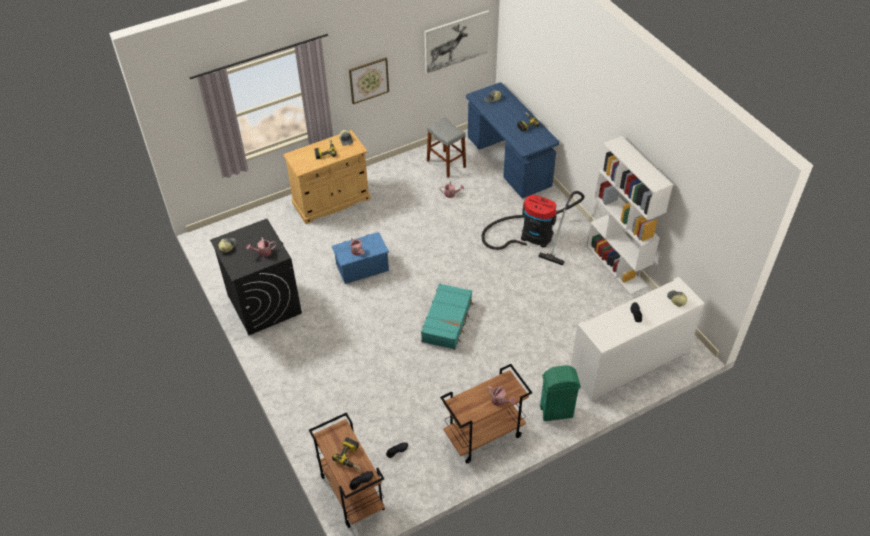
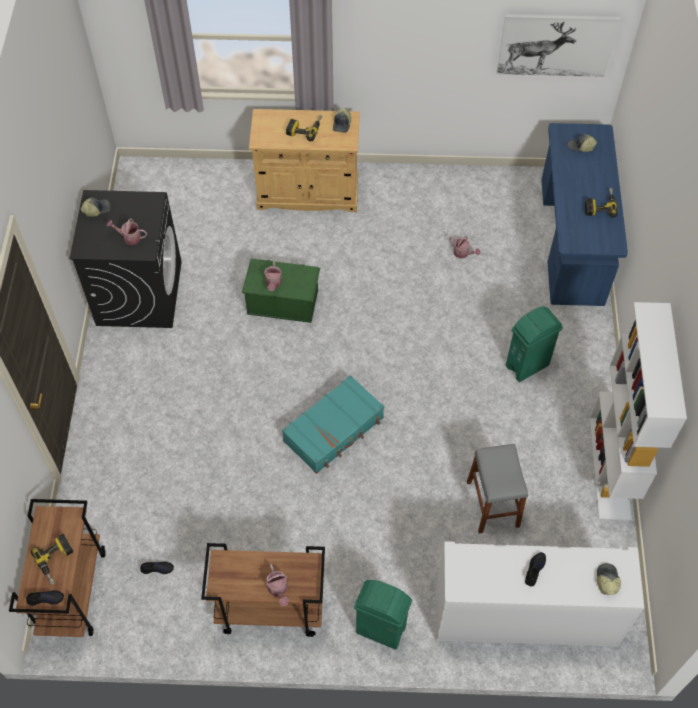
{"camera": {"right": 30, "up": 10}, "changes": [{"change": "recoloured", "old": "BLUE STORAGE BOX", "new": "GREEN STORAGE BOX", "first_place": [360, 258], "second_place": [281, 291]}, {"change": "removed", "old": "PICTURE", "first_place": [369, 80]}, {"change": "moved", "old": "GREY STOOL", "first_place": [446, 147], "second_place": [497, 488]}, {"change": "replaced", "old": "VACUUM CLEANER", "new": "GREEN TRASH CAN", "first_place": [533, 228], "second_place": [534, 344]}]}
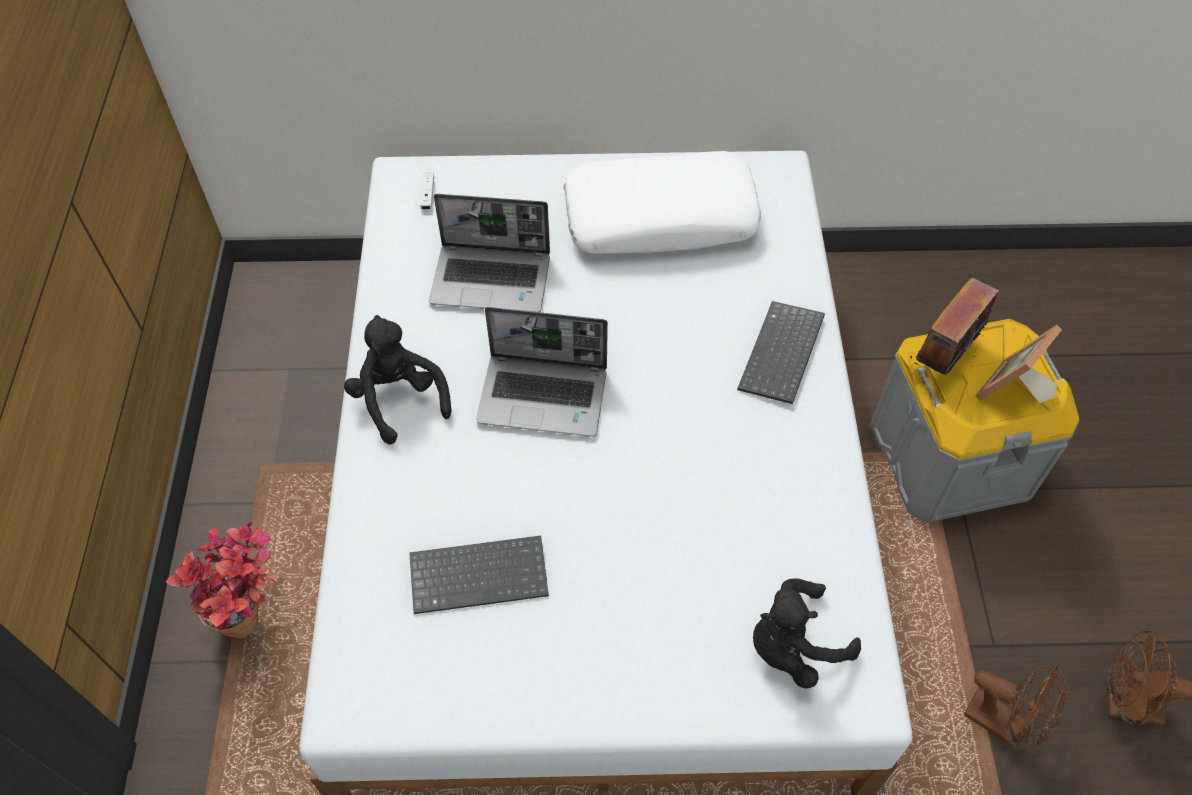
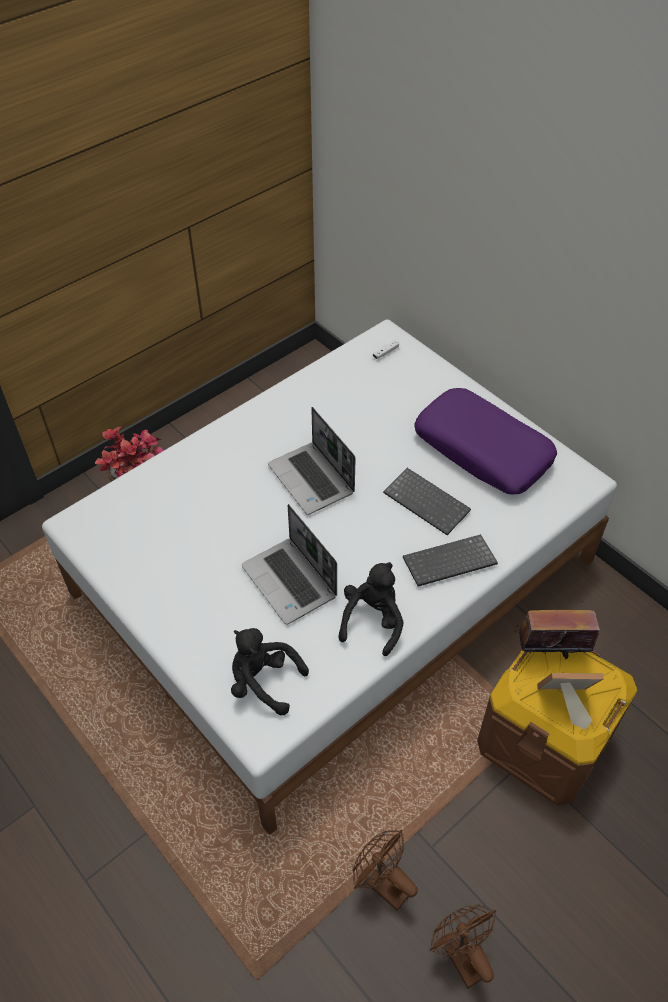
{"camera": {"right": 50, "up": -5}, "changes": [{"change": "moved", "old": "BLACK PLUSH TOY", "first_place": [397, 379], "second_place": [371, 609]}, {"change": "moved", "old": "KEYBOARD", "first_place": [479, 575], "second_place": [427, 501]}, {"change": "moved", "old": "LAPTOP", "first_place": [489, 253], "second_place": [289, 564]}, {"change": "recoloured", "old": "WHITE PILLOW", "new": "PURPLE PILLOW", "first_place": [662, 202], "second_place": [485, 441]}, {"change": "recoloured", "old": "GREY STORAGE BOX", "new": "BROWN STORAGE BOX", "first_place": [974, 421], "second_place": [557, 727]}, {"change": "turned", "old": "BROWN FAN", "first_place": [1015, 707], "second_place": [385, 870], "degrees": 135}]}
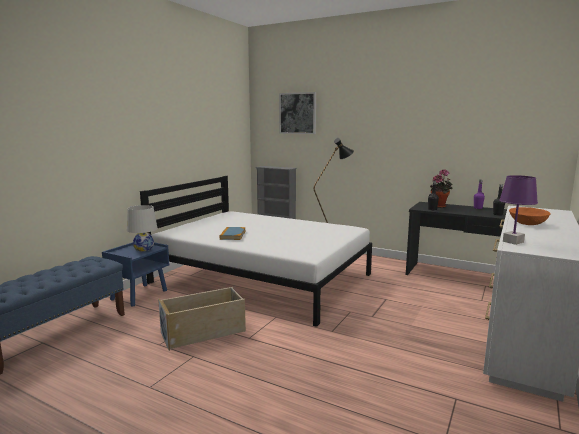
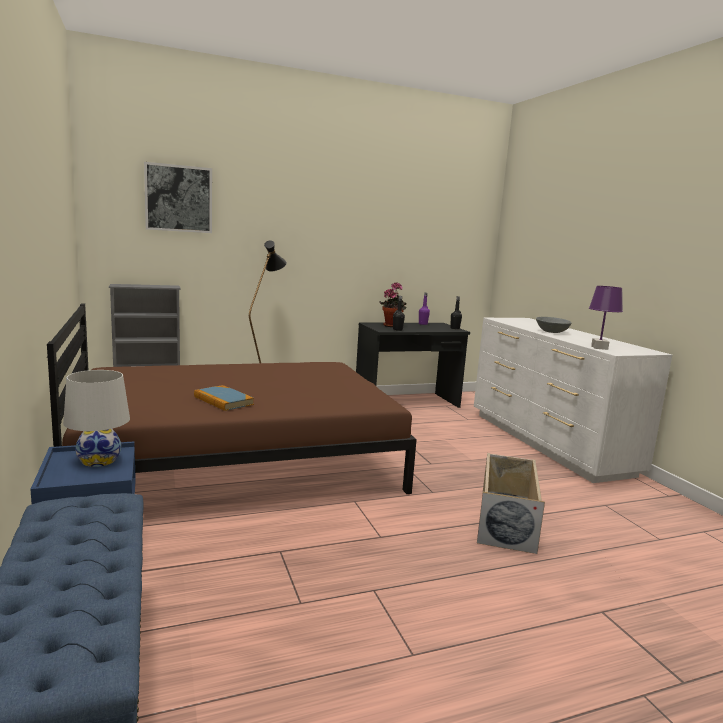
{"camera": {"right": -50, "up": 0}, "changes": [{"change": "recoloured", "old": "WHITE BED", "new": "BROWN BED", "first_place": [256, 251], "second_place": [232, 398]}, {"change": "moved", "old": "BEIGE STORAGE BOX", "first_place": [202, 319], "second_place": [511, 503]}, {"change": "recoloured", "old": "ORANGE BOWL", "new": "GREY BOWL", "first_place": [530, 216], "second_place": [554, 325]}]}
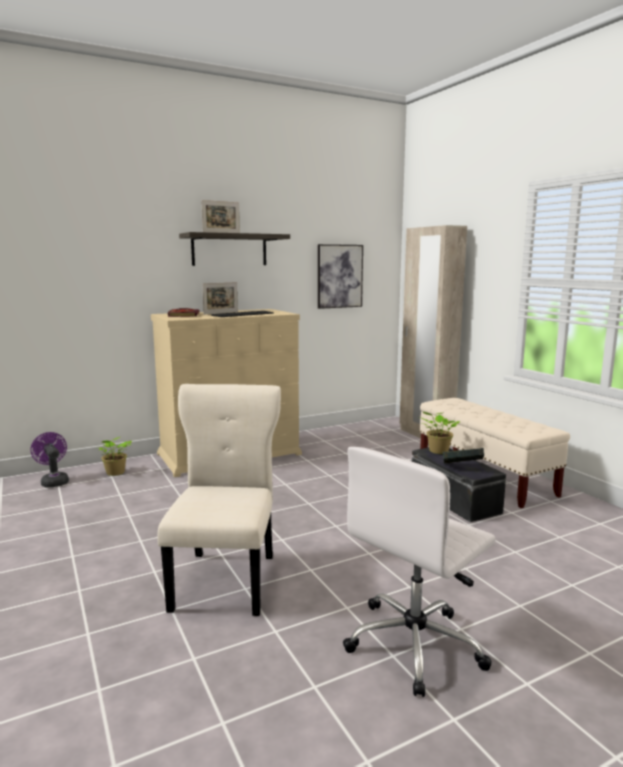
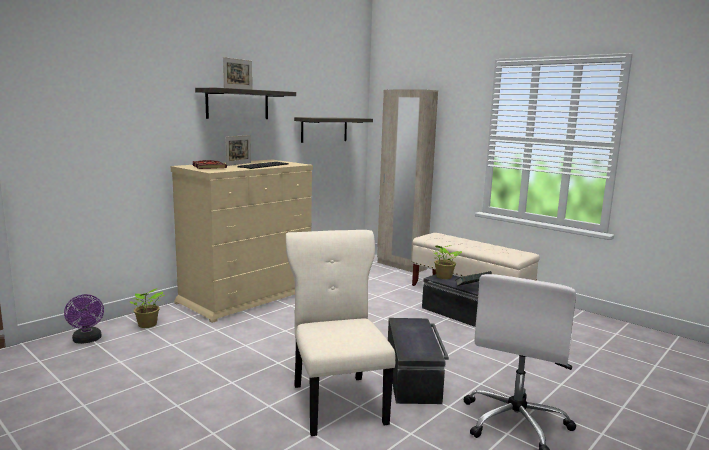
{"camera": {"right": -20, "up": 0}, "changes": [{"change": "turned", "old": "PURPLE FAN", "first_place": [50, 460], "second_place": [84, 319], "degrees": -150}, {"change": "replaced", "old": "PICTURE", "new": "SHELF", "first_place": [340, 276], "second_place": [333, 130]}, {"change": "added", "new": "BLACK STORAGE BOX", "second_place": [418, 361]}]}
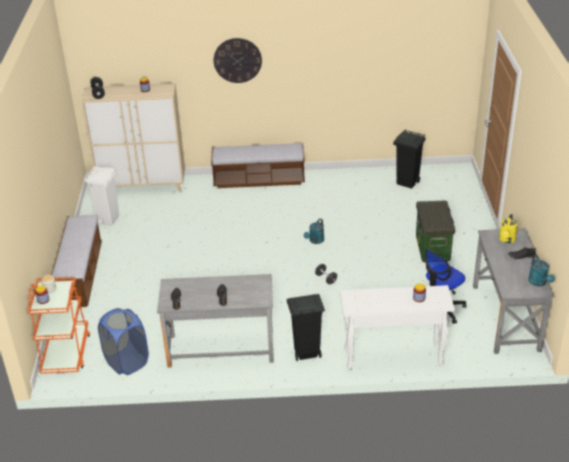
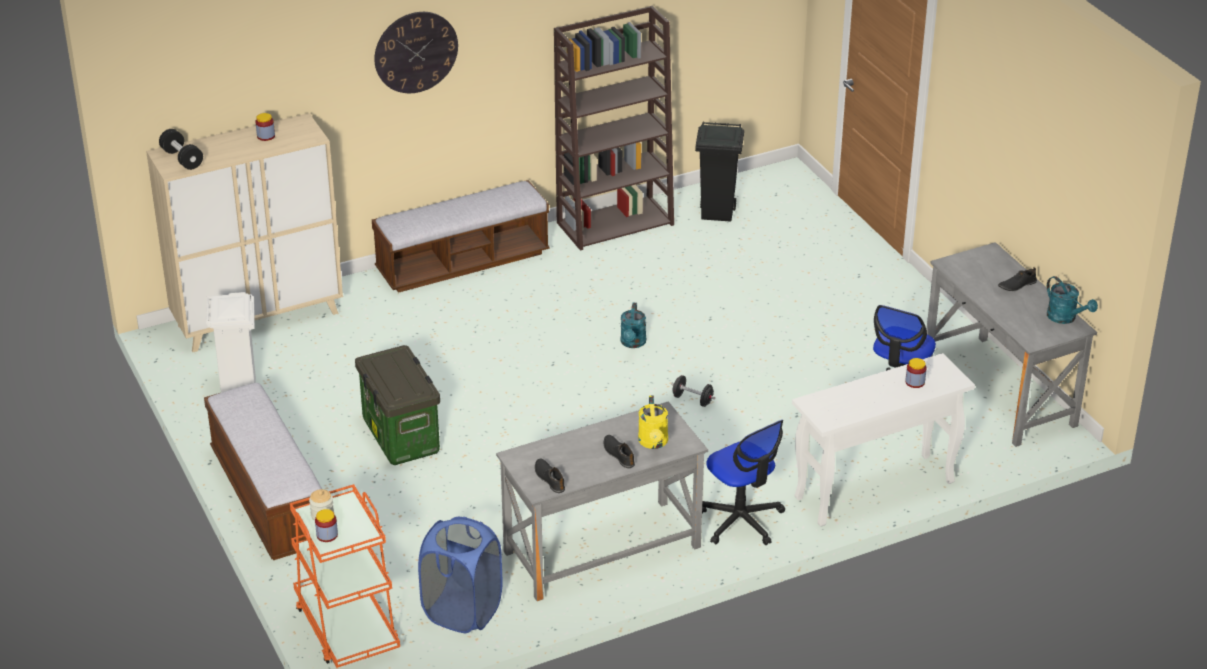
{"camera": {"right": -25, "up": 0}, "changes": [{"change": "replaced", "old": "BLACK TRASH CAN", "new": "OFFICE CHAIR", "first_place": [306, 327], "second_place": [743, 482]}, {"change": "moved", "old": "STORAGE BOX", "first_place": [435, 231], "second_place": [397, 405]}, {"change": "moved", "old": "YELLOW WATERING CAN", "first_place": [508, 228], "second_place": [653, 422]}, {"change": "added", "new": "BROWN BOOKCASE", "second_place": [614, 128]}]}
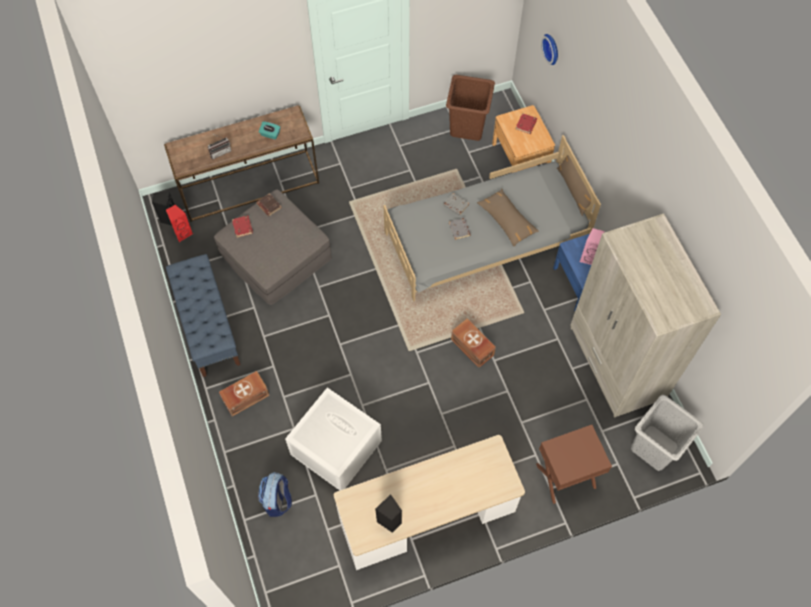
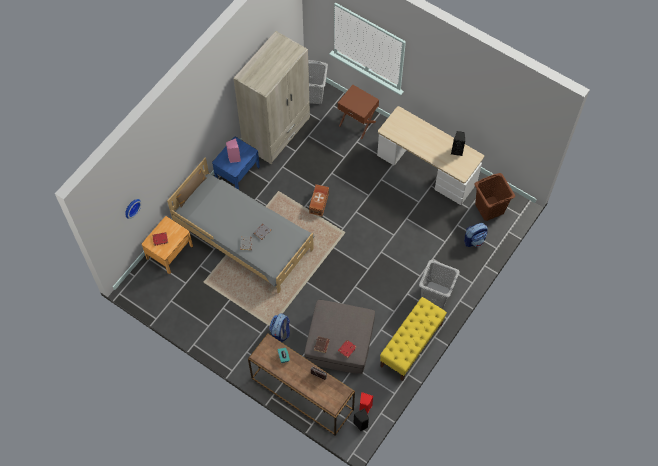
{"camera": {"right": -125, "up": 0}, "changes": [{"change": "recoloured", "old": "BLUE BENCH", "new": "YELLOW BENCH", "first_place": [203, 315], "second_place": [413, 339]}, {"change": "replaced", "old": "BROWN STORAGE BOX", "new": "GREY LAUNDRY BASKET", "first_place": [244, 393], "second_place": [439, 284]}, {"change": "removed", "old": "WHITE STORAGE BOX", "first_place": [333, 438]}, {"change": "moved", "old": "BROWN LAUNDRY BASKET", "first_place": [470, 108], "second_place": [495, 197]}, {"change": "removed", "old": "BROWN PILLOW", "first_place": [508, 218]}, {"change": "added", "new": "BACKPACK", "second_place": [279, 327]}]}
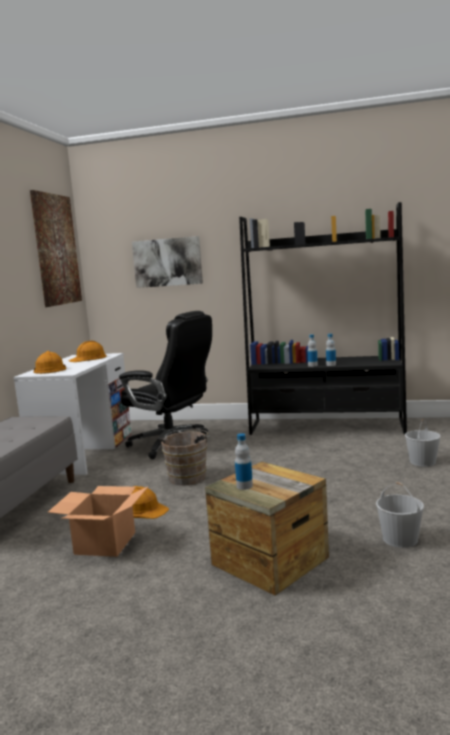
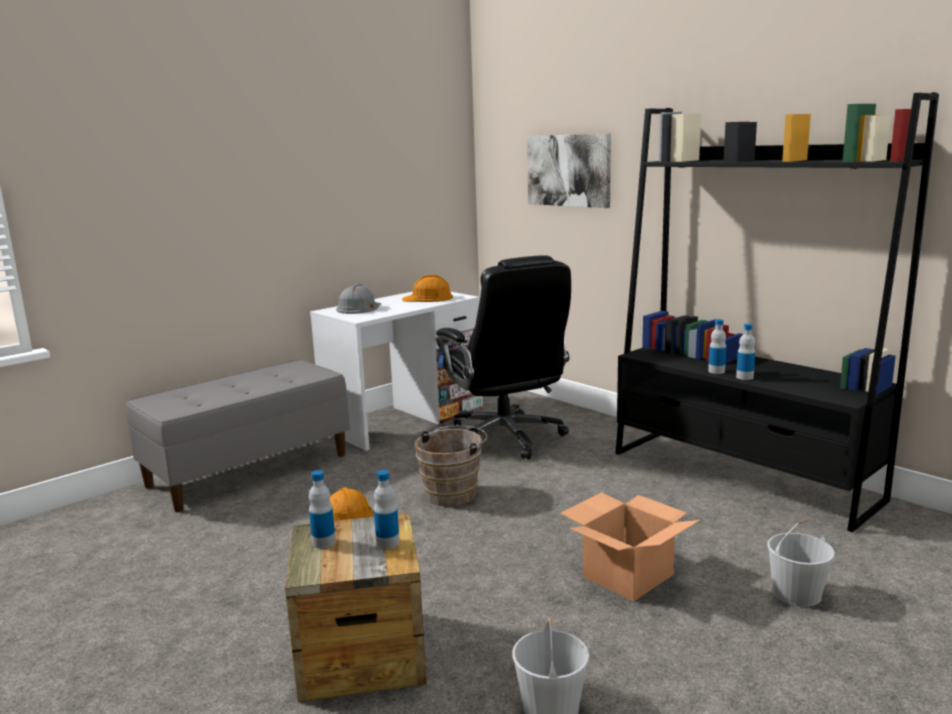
{"camera": {"right": 35, "up": 5}, "changes": [{"change": "removed", "old": "PICTURE", "first_place": [56, 248]}, {"change": "recoloured", "old": "ORANGE HARD HAT", "new": "GREY HARD HAT", "first_place": [50, 362], "second_place": [358, 299]}, {"change": "moved", "old": "CARDBOARD BOX", "first_place": [98, 521], "second_place": [630, 546]}, {"change": "added", "new": "BOTTLE", "second_place": [387, 509]}]}
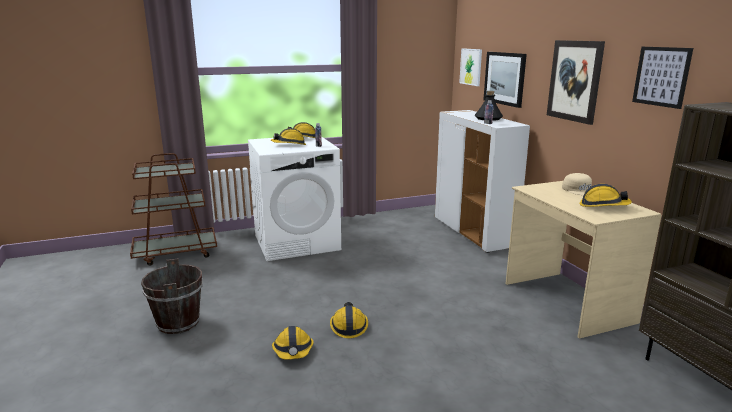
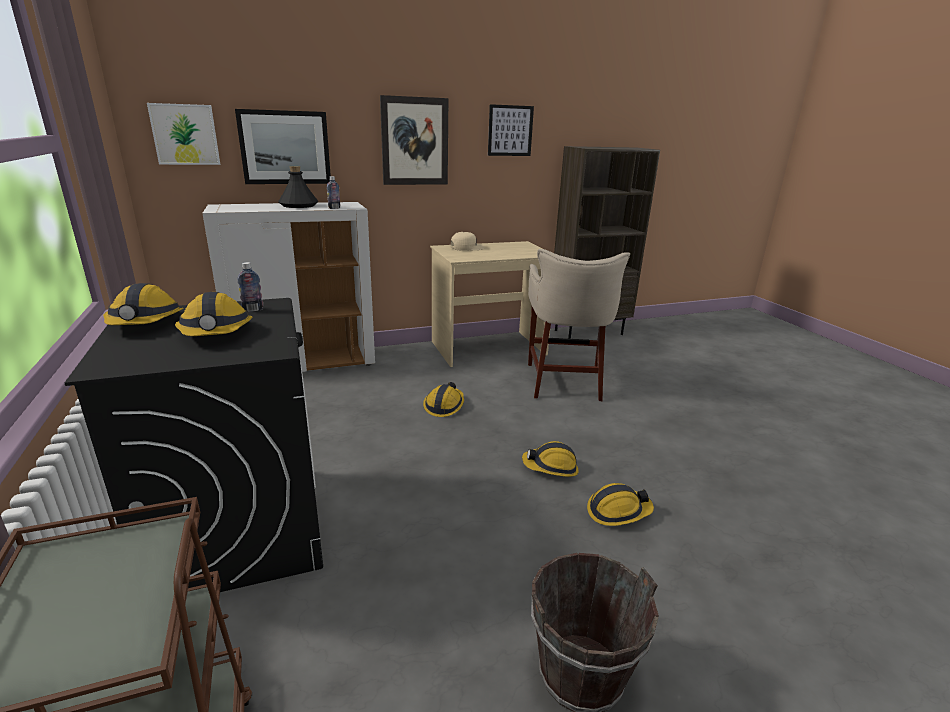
{"camera": {"right": -90, "up": 5}, "changes": [{"change": "recoloured", "old": "WHITE WASHING MACHINE", "new": "BLACK WASHING MACHINE", "first_place": [294, 198], "second_place": [194, 445]}, {"change": "moved", "old": "HARD HAT", "first_place": [606, 195], "second_place": [443, 399]}, {"change": "added", "new": "BEIGE STOOL", "second_place": [579, 325]}]}
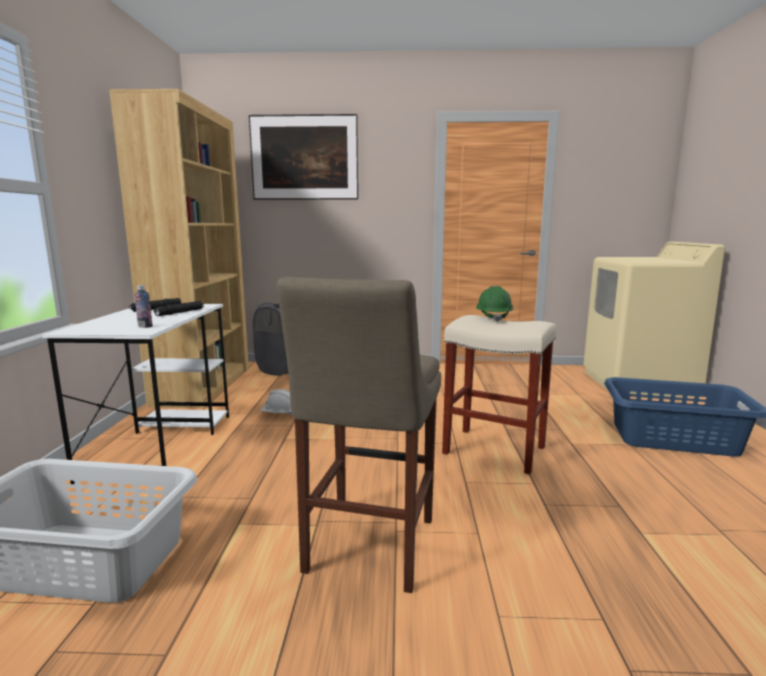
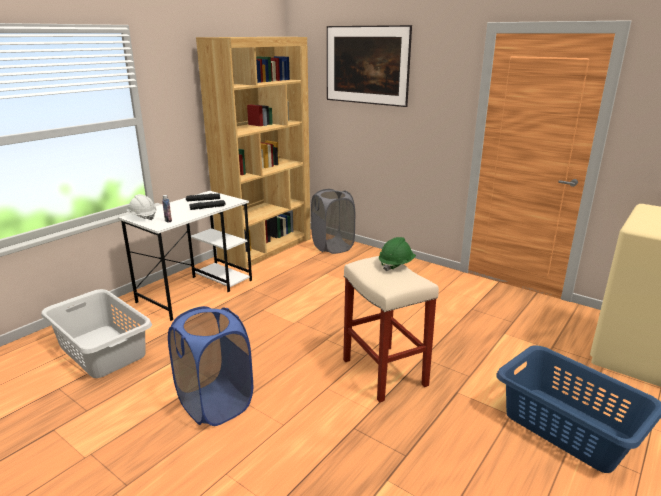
{"camera": {"right": 35, "up": 10}, "changes": [{"change": "moved", "old": "WHITE HARD HAT", "first_place": [276, 402], "second_place": [142, 207]}, {"change": "replaced", "old": "BEIGE STOOL", "new": "BLUE LAUNDRY BASKET", "first_place": [359, 435], "second_place": [210, 366]}]}
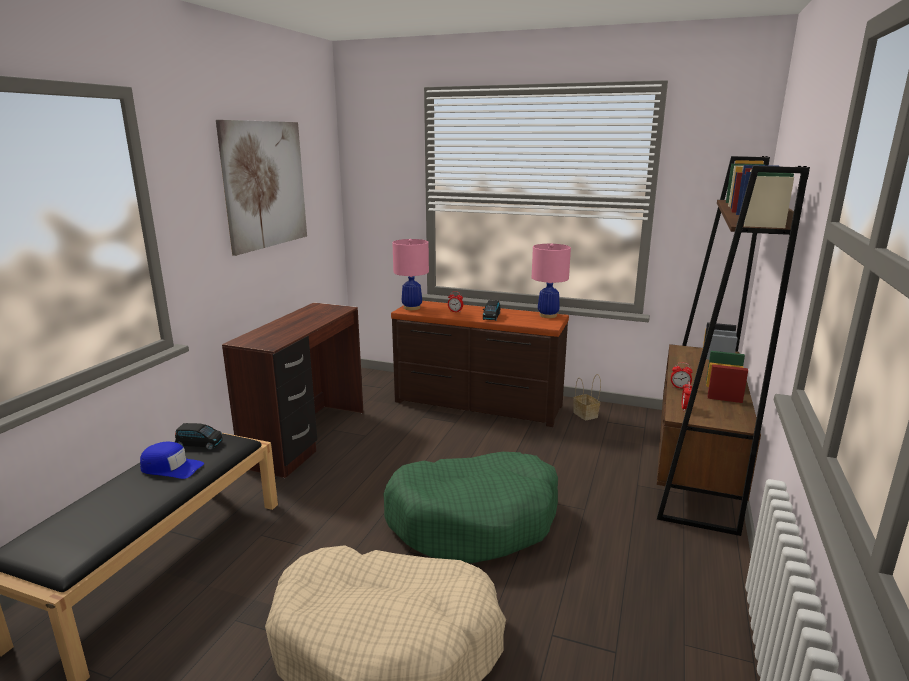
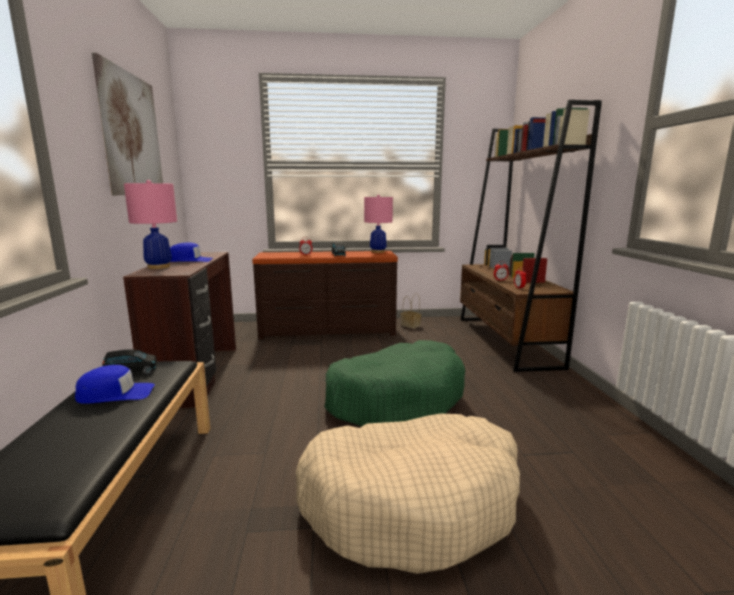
{"camera": {"right": -25, "up": -5}, "changes": [{"change": "moved", "old": "PINK TABLE LAMP", "first_place": [410, 274], "second_place": [150, 224]}, {"change": "added", "new": "BLUE CAP", "second_place": [191, 252]}]}
